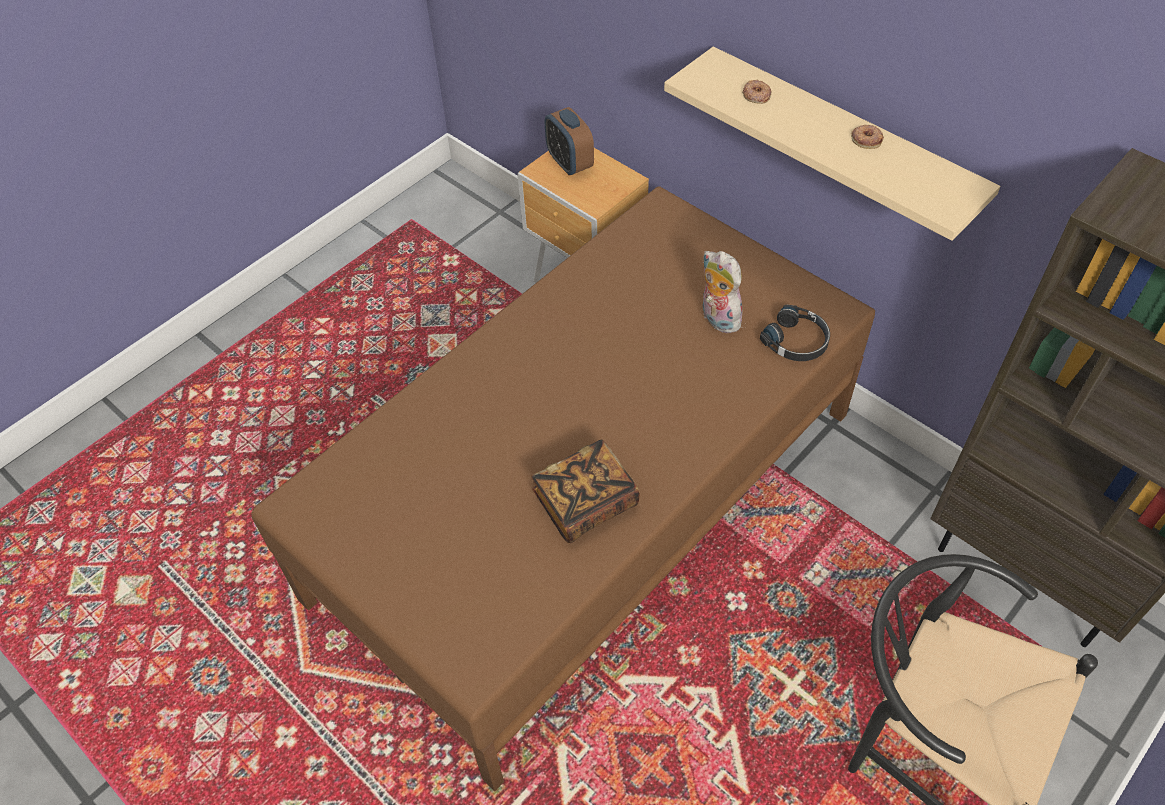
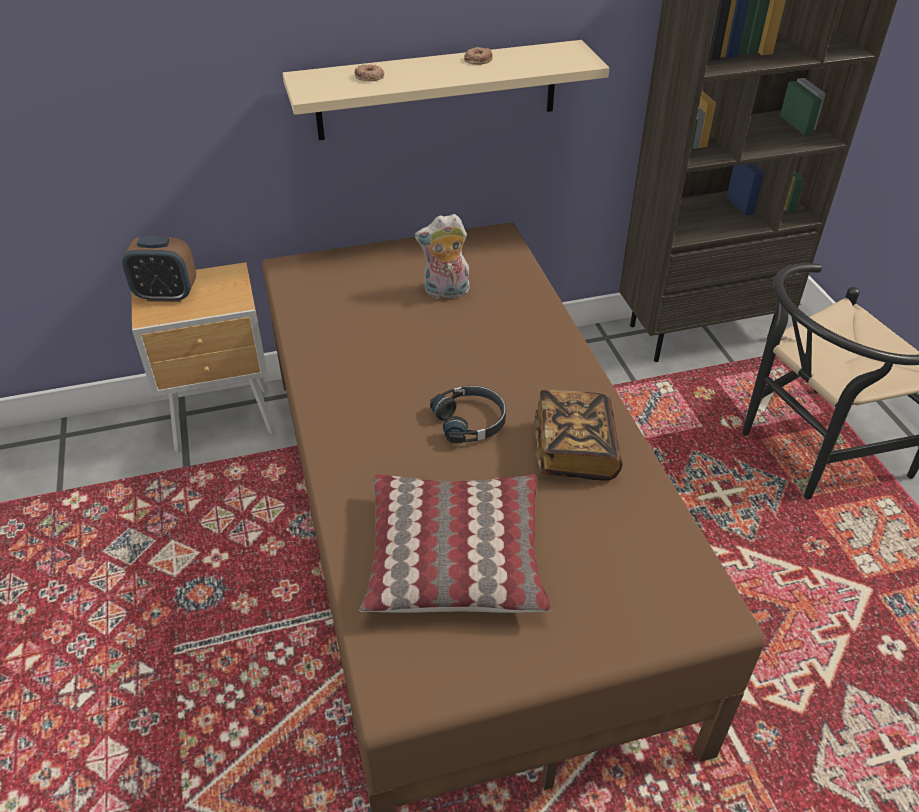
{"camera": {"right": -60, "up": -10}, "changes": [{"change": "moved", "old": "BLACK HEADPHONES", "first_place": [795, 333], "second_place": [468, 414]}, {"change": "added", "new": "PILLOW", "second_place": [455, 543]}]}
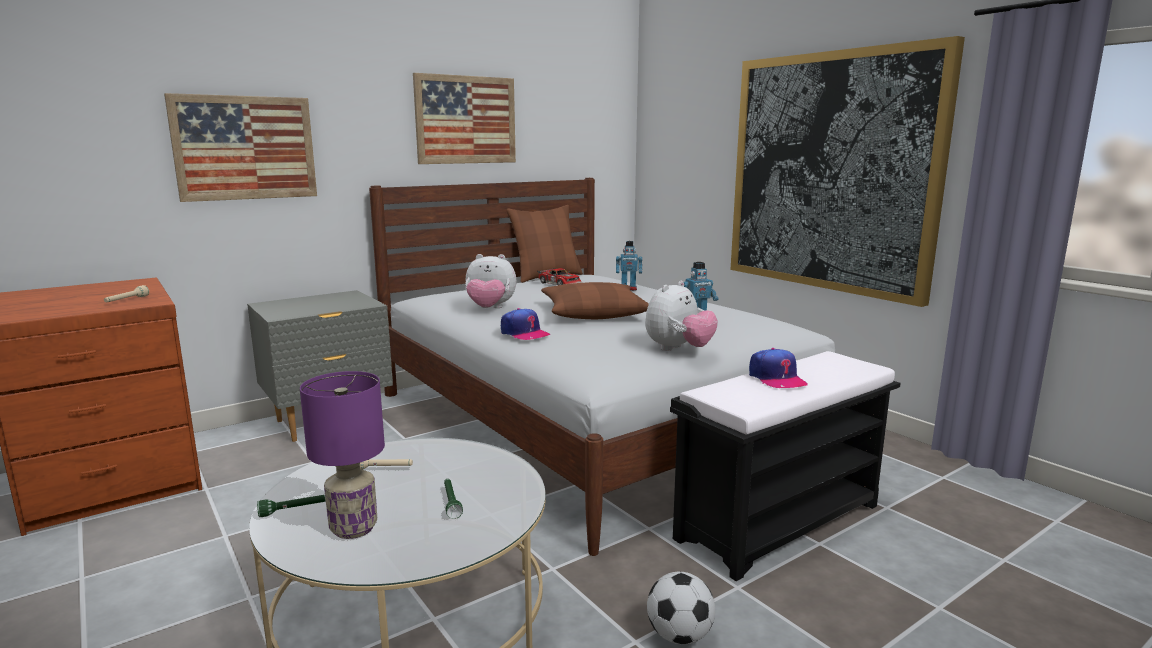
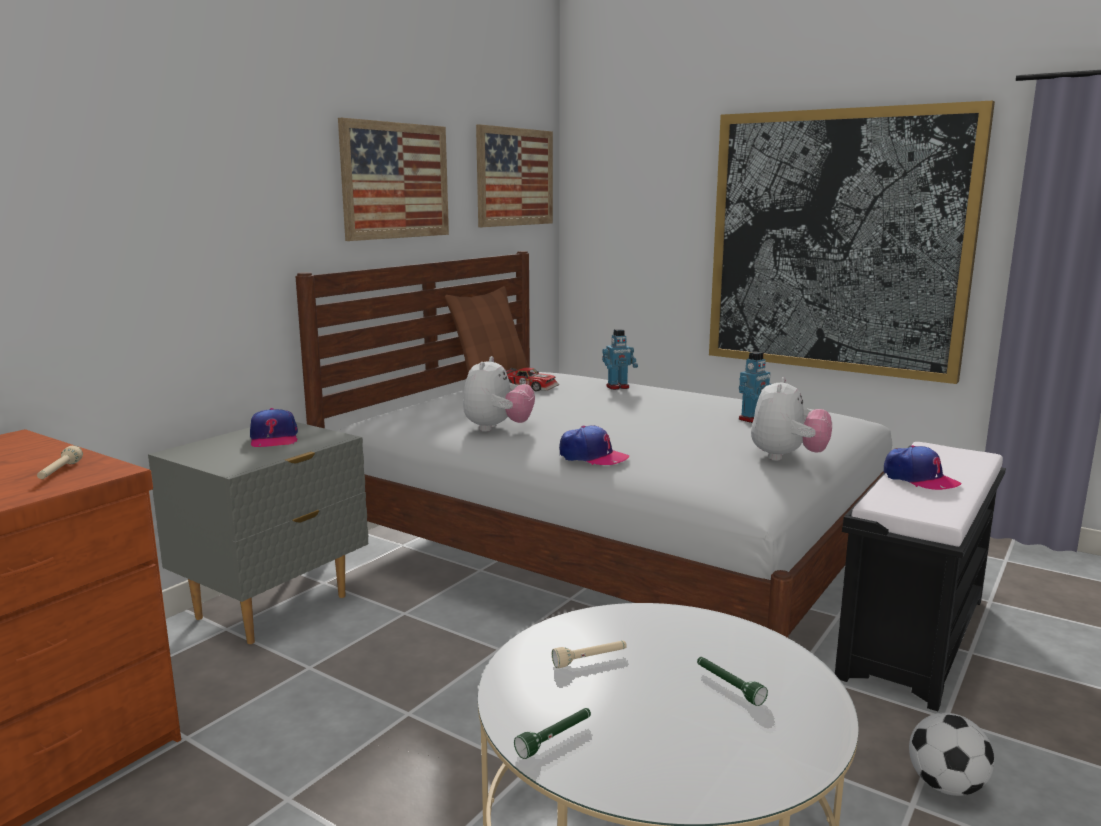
{"camera": {"right": -20, "up": 0}, "changes": [{"change": "moved", "old": "PICTURE", "first_place": [240, 147], "second_place": [514, 175]}, {"change": "removed", "old": "PURPLE TABLE LAMP", "first_place": [342, 455]}, {"change": "turned", "old": "PLUSH TOY", "first_place": [490, 281], "second_place": [499, 394], "degrees": -60}, {"change": "removed", "old": "BROWN PILLOW", "first_place": [595, 300]}, {"change": "added", "new": "CAP", "second_place": [274, 427]}]}
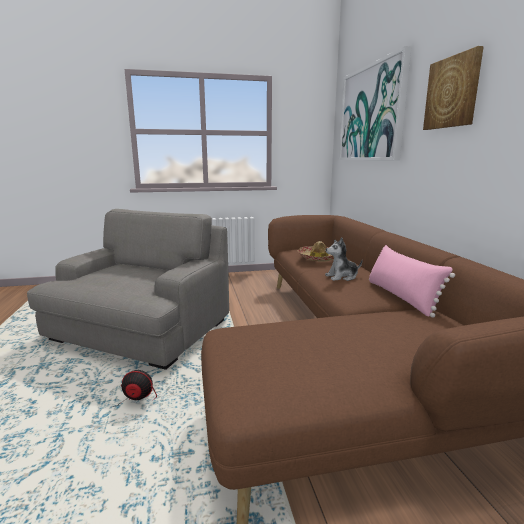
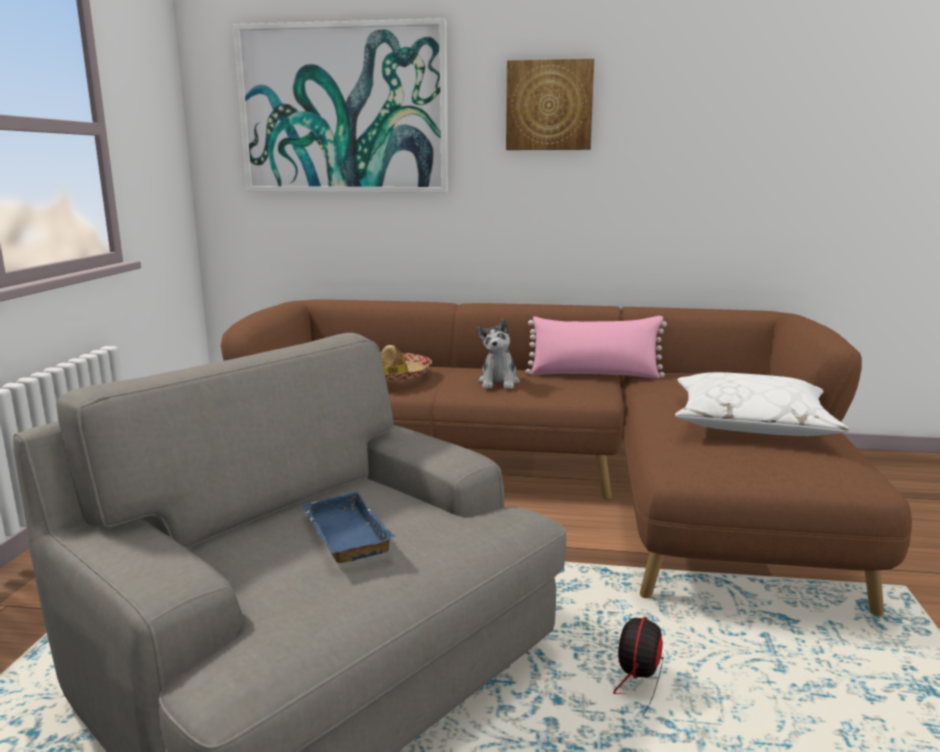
{"camera": {"right": -70, "up": 0}, "changes": [{"change": "added", "new": "BLUE TRAY", "second_place": [348, 527]}, {"change": "added", "new": "WHITE PILLOW", "second_place": [762, 404]}]}
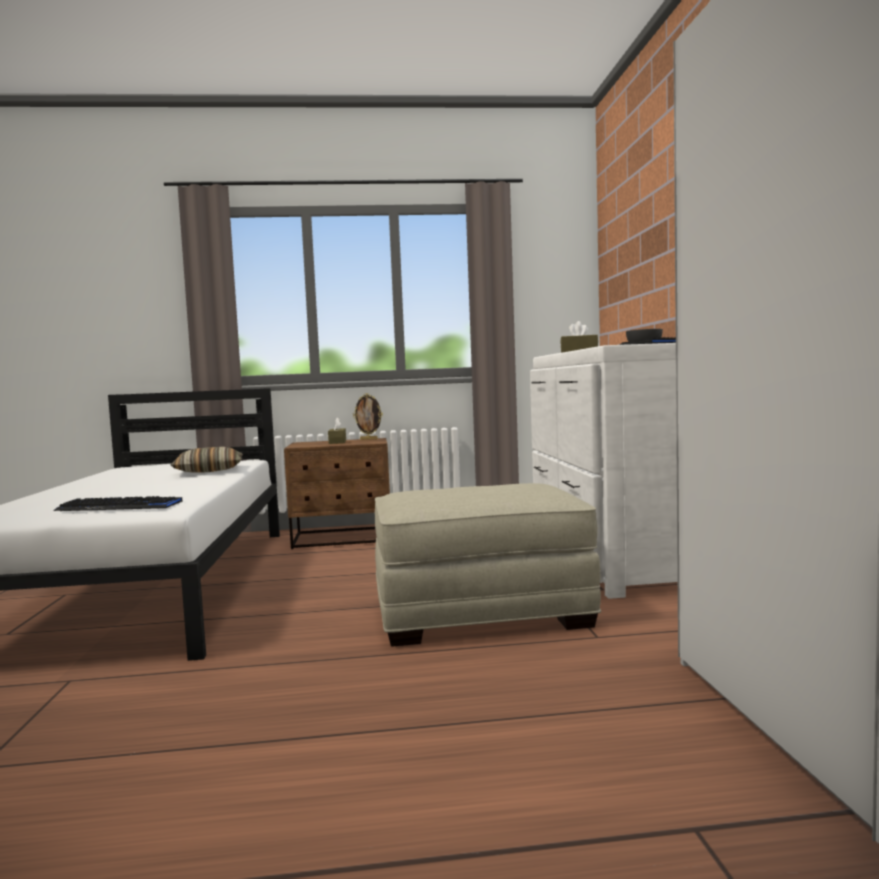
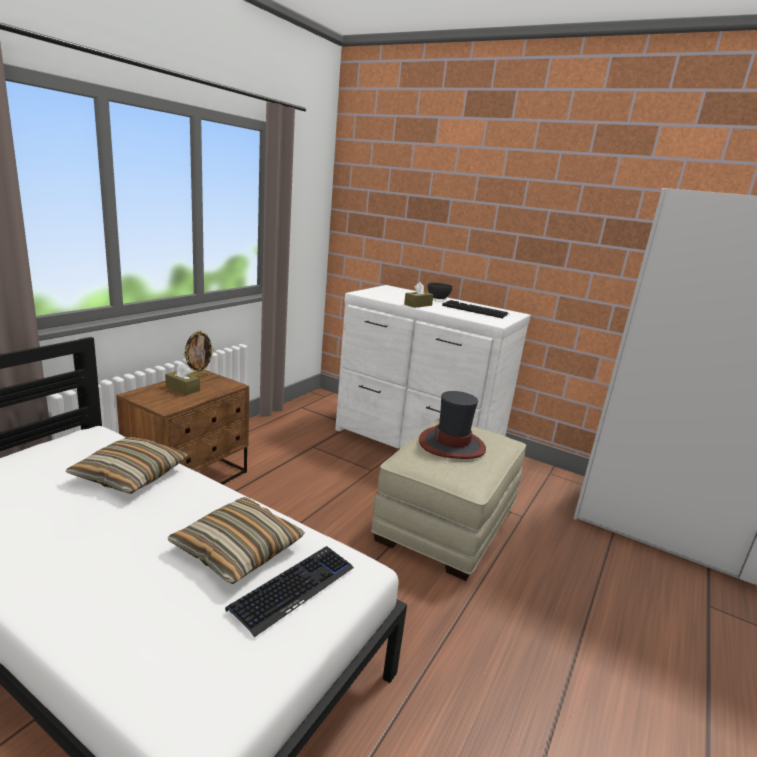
{"camera": {"right": -55, "up": 15}, "changes": [{"change": "added", "new": "PILLOW", "second_place": [236, 540]}, {"change": "added", "new": "HAT", "second_place": [452, 425]}]}
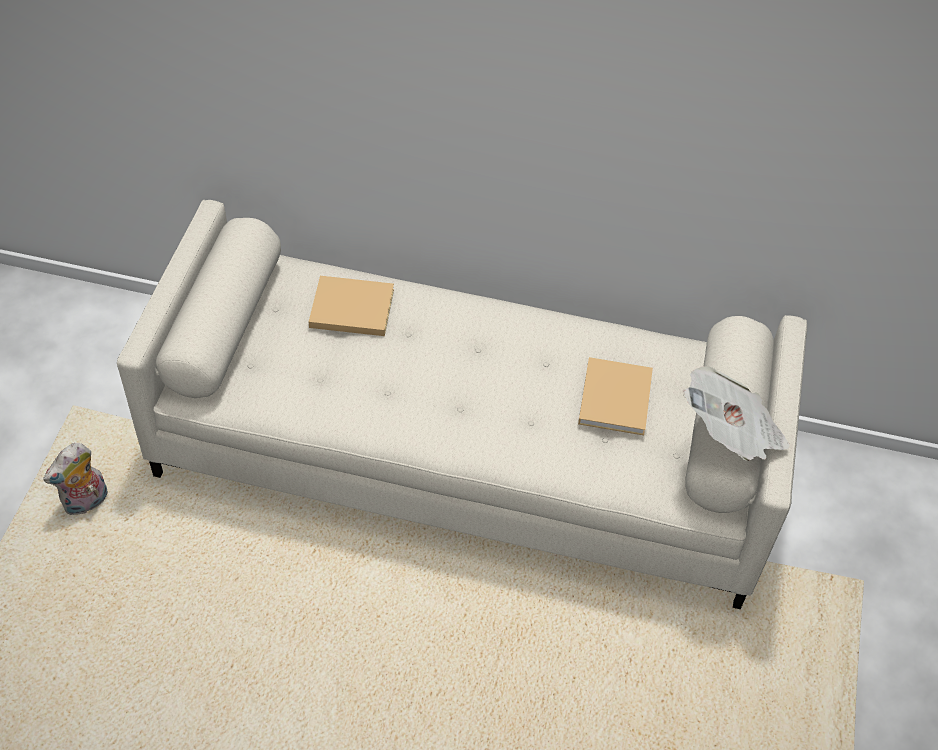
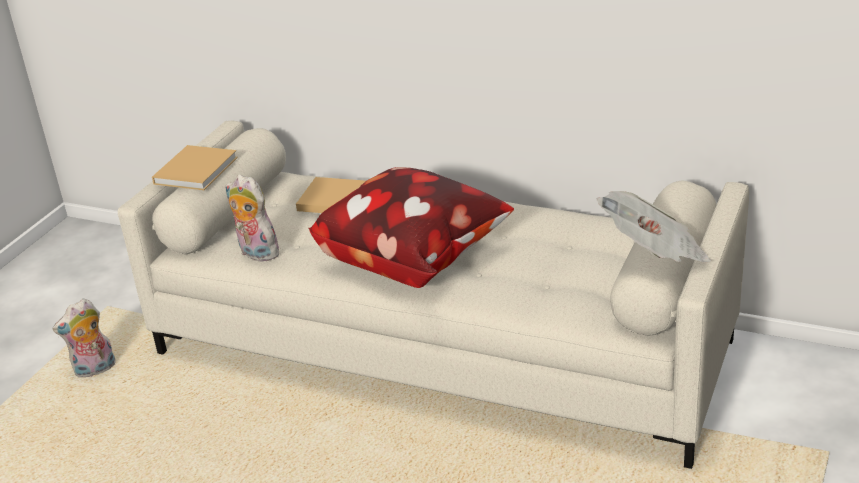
{"camera": {"right": 15, "up": -20}, "changes": [{"change": "moved", "old": "BEIGE BOOK", "first_place": [615, 396], "second_place": [195, 167]}, {"change": "added", "new": "PLUSH TOY", "second_place": [254, 217]}, {"change": "added", "new": "PILLOW", "second_place": [411, 227]}]}
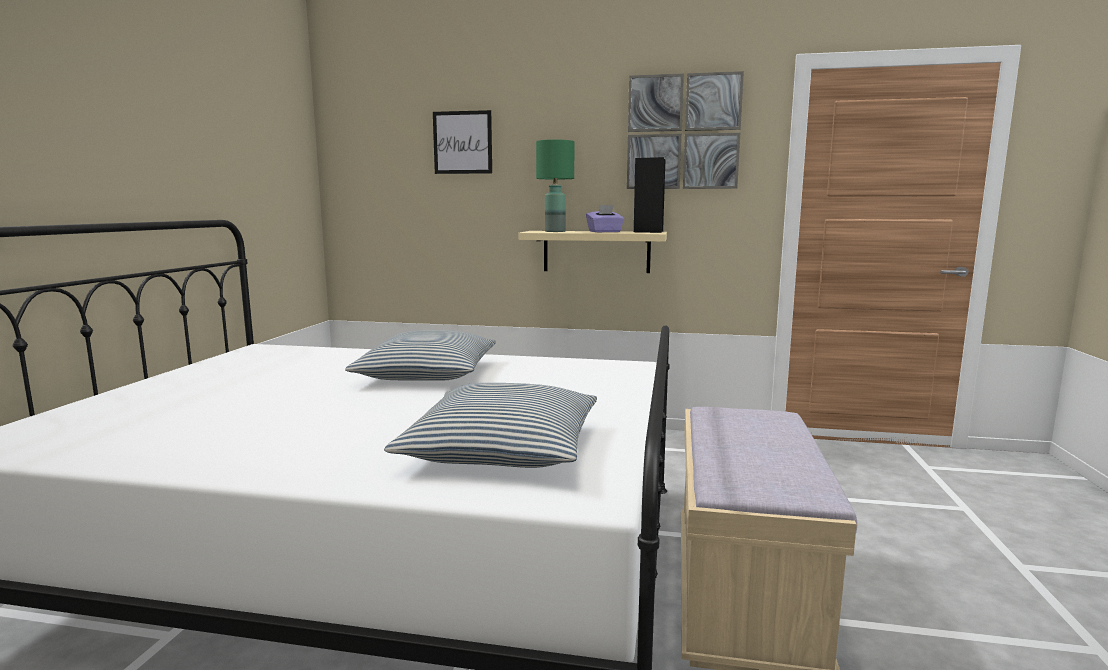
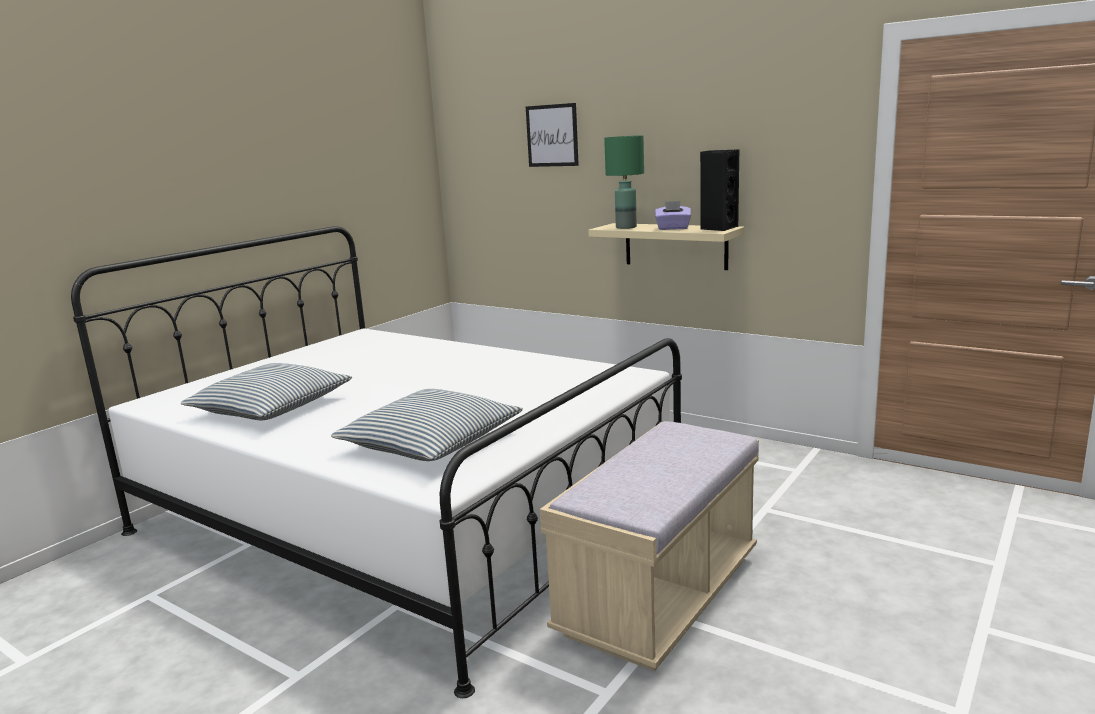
{"camera": {"right": 25, "up": 5}, "changes": [{"change": "moved", "old": "PILLOW", "first_place": [420, 355], "second_place": [266, 391]}, {"change": "removed", "old": "PICTURE", "first_place": [685, 130]}]}
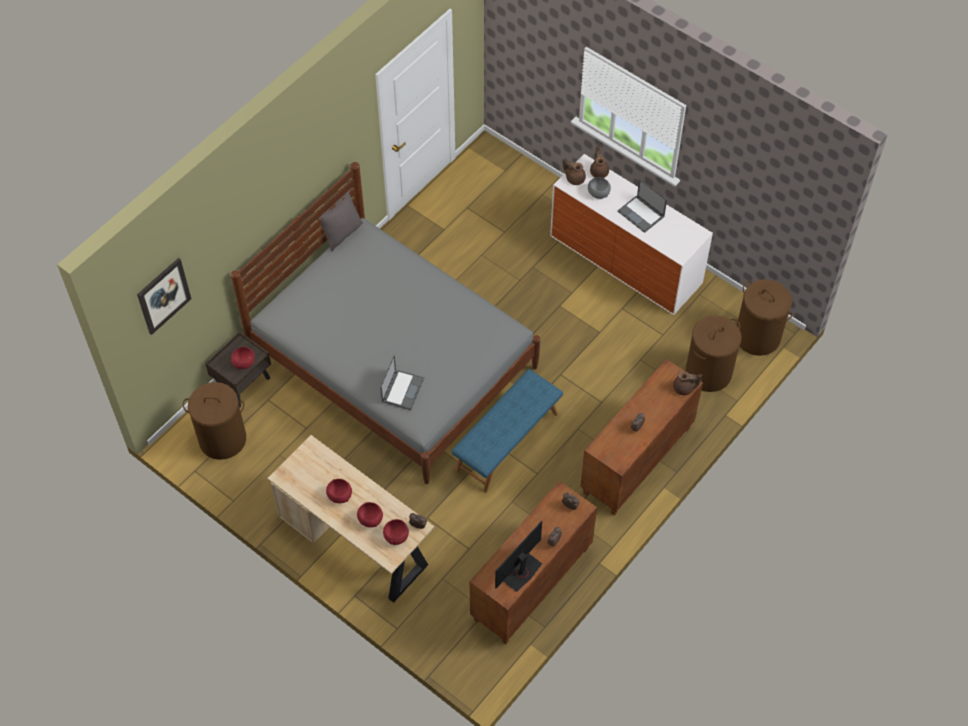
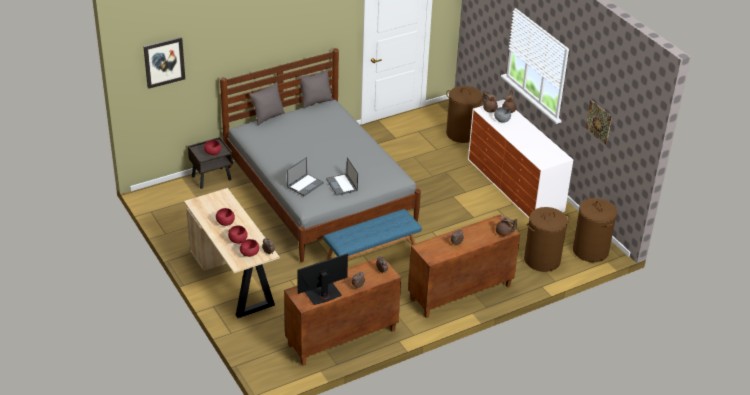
{"camera": {"right": 20, "up": -20}, "changes": [{"change": "moved", "old": "BROWN LAUNDRY BASKET", "first_place": [214, 421], "second_place": [464, 114]}, {"change": "moved", "old": "LAPTOP", "first_place": [642, 206], "second_place": [342, 176]}, {"change": "added", "new": "GREY PILLOW", "second_place": [267, 104]}, {"change": "added", "new": "PICTURE", "second_place": [598, 122]}]}
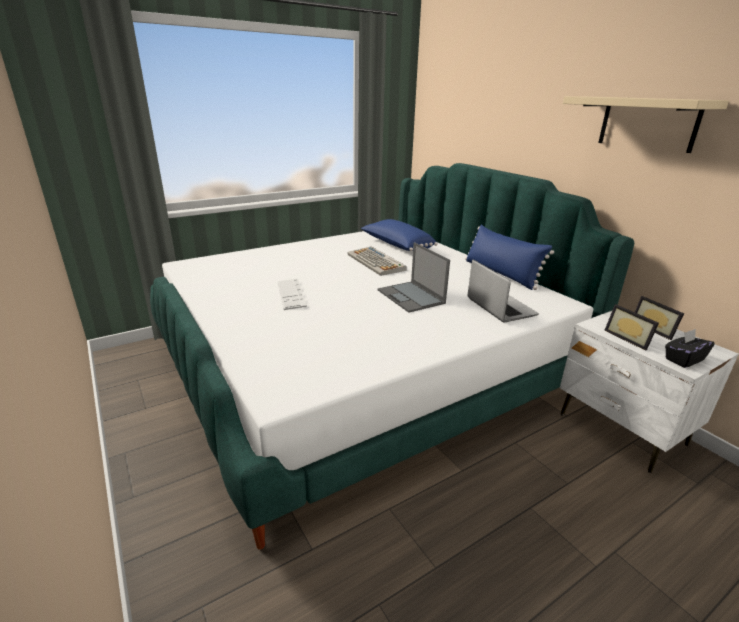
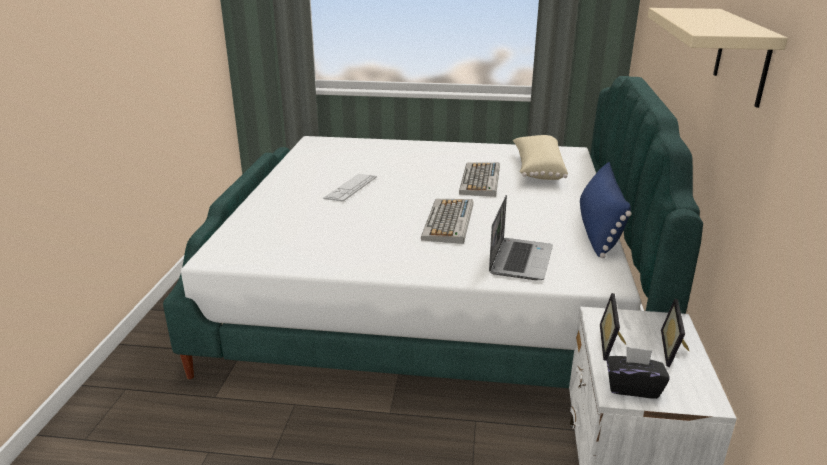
{"camera": {"right": 40, "up": 0}, "changes": [{"change": "recoloured", "old": "BLUE PILLOW", "new": "BEIGE PILLOW", "first_place": [399, 235], "second_place": [540, 157]}, {"change": "replaced", "old": "LAPTOP", "new": "KEYBOARD", "first_place": [413, 277], "second_place": [447, 221]}]}
